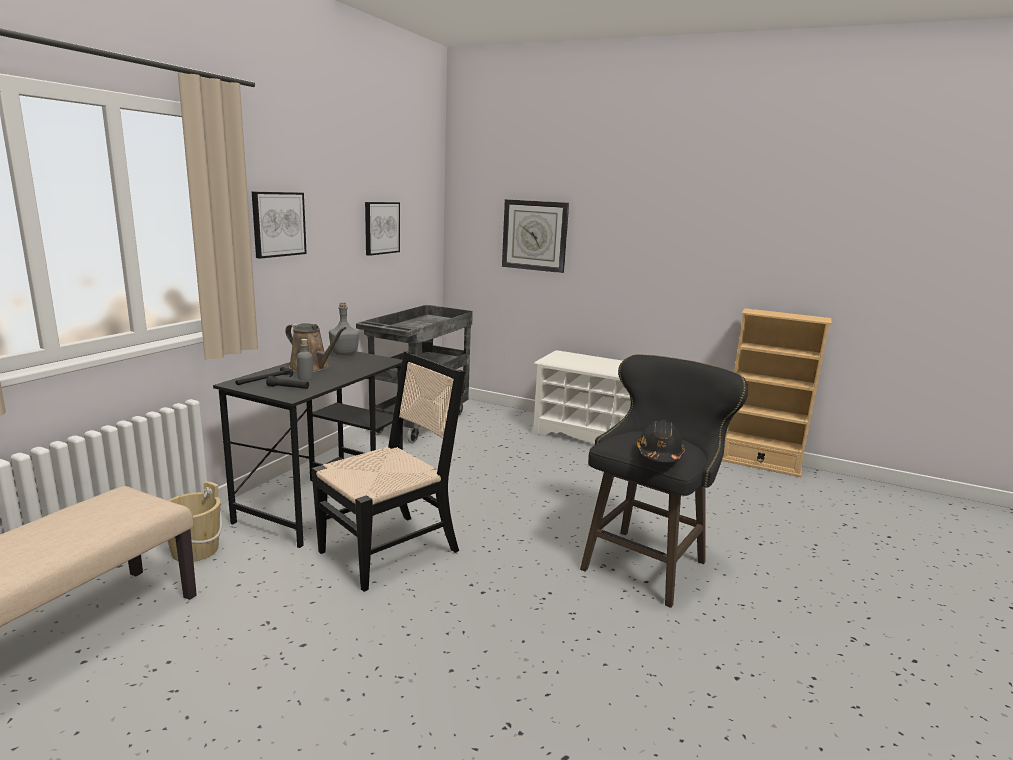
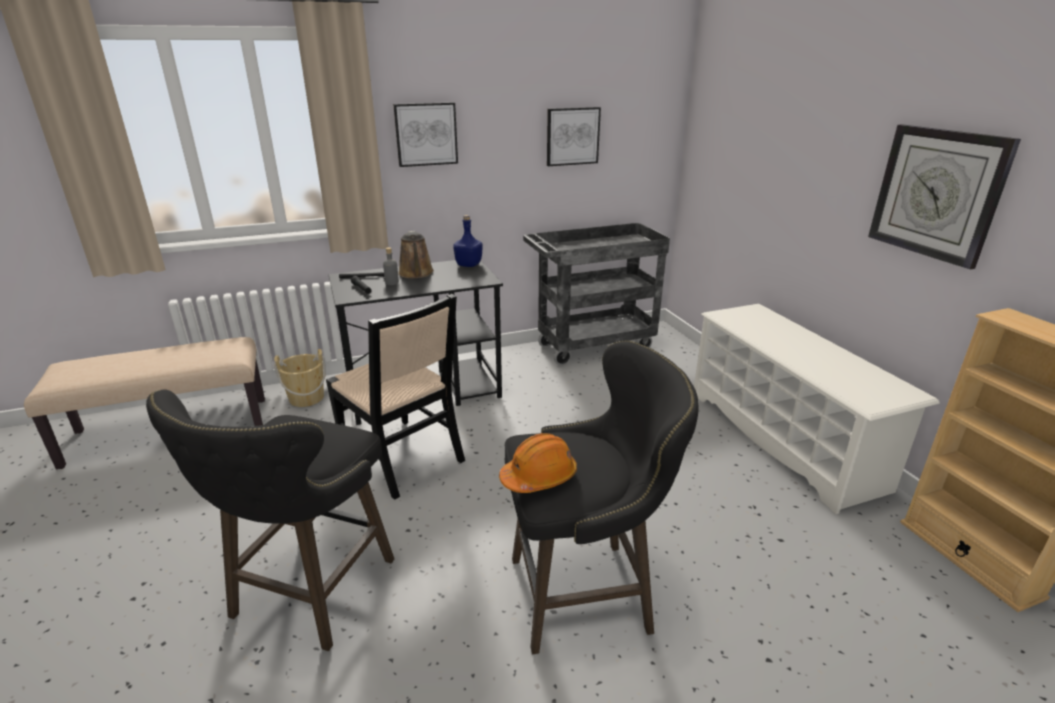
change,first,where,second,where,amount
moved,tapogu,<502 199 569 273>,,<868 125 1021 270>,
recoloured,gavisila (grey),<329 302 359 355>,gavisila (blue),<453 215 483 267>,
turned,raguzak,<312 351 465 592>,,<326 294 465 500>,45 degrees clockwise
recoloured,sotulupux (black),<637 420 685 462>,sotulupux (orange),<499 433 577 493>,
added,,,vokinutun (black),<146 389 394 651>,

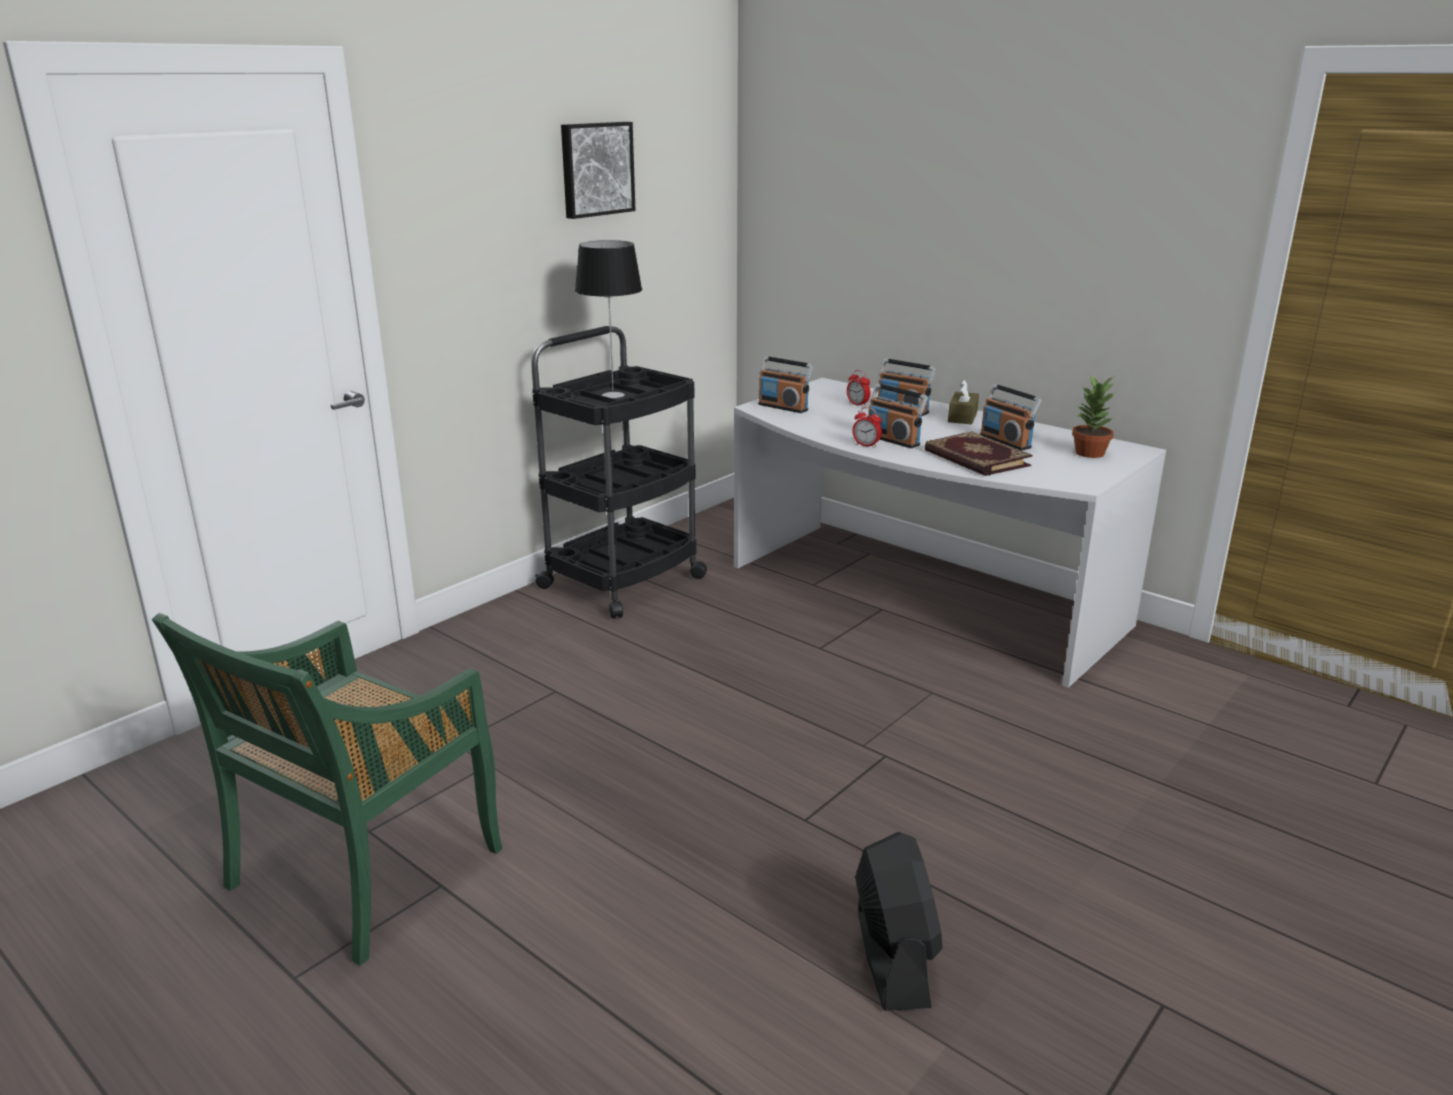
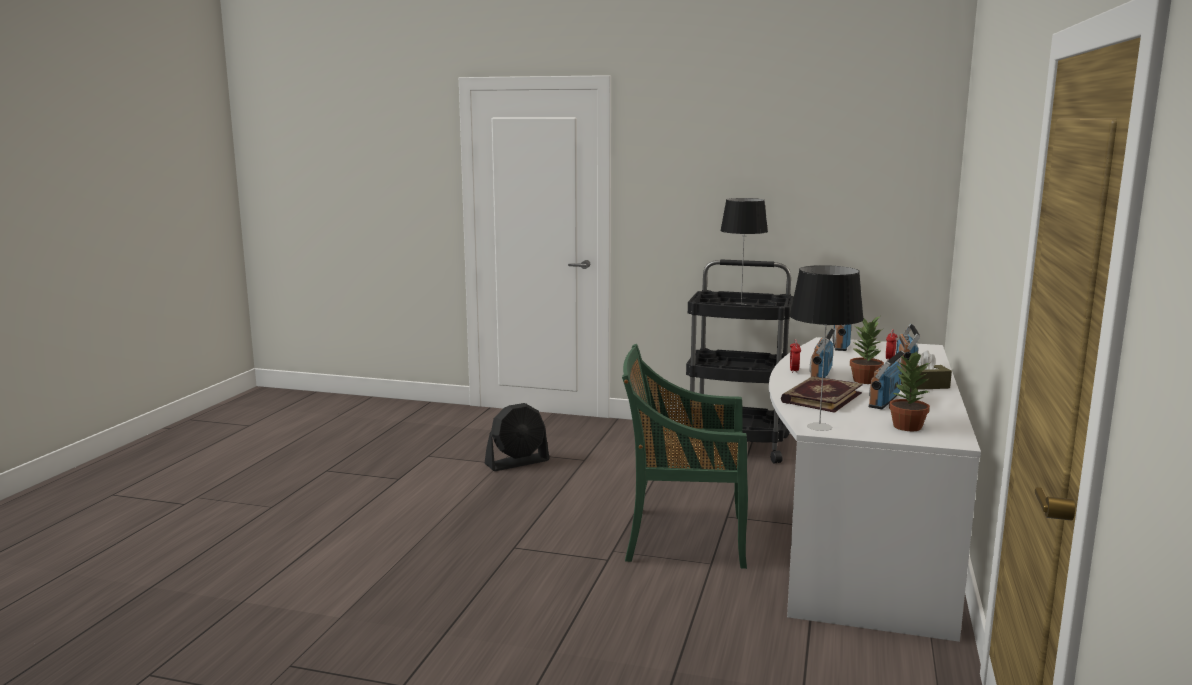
change,first,where,second,where,amount
removed,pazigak,<561 122 636 219>,,,
moved,raguzak (green),<152 613 503 966>,,<622 344 748 569>,
moved,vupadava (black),<855 832 943 1011>,,<484 403 550 471>,
added,,,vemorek,<790 265 864 431>,
added,,,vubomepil,<850 317 884 384>,

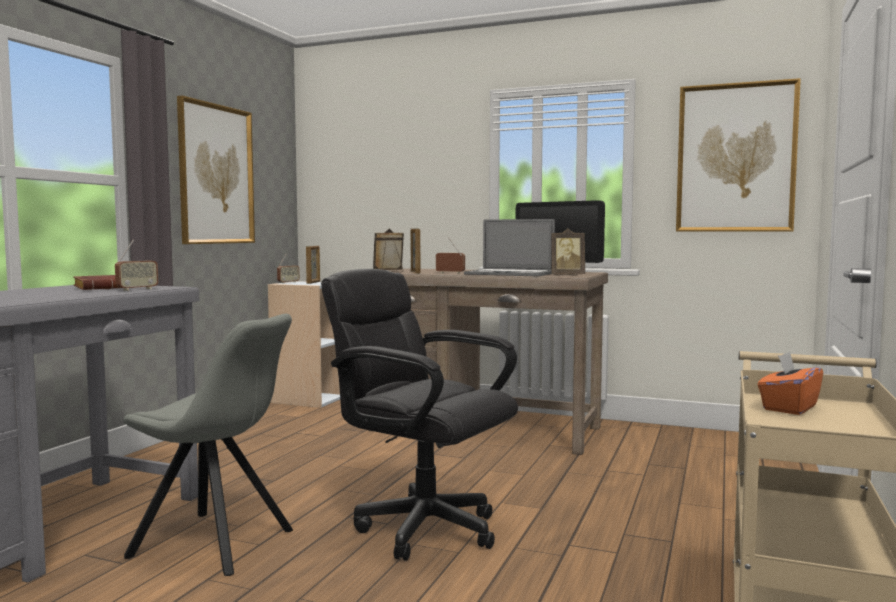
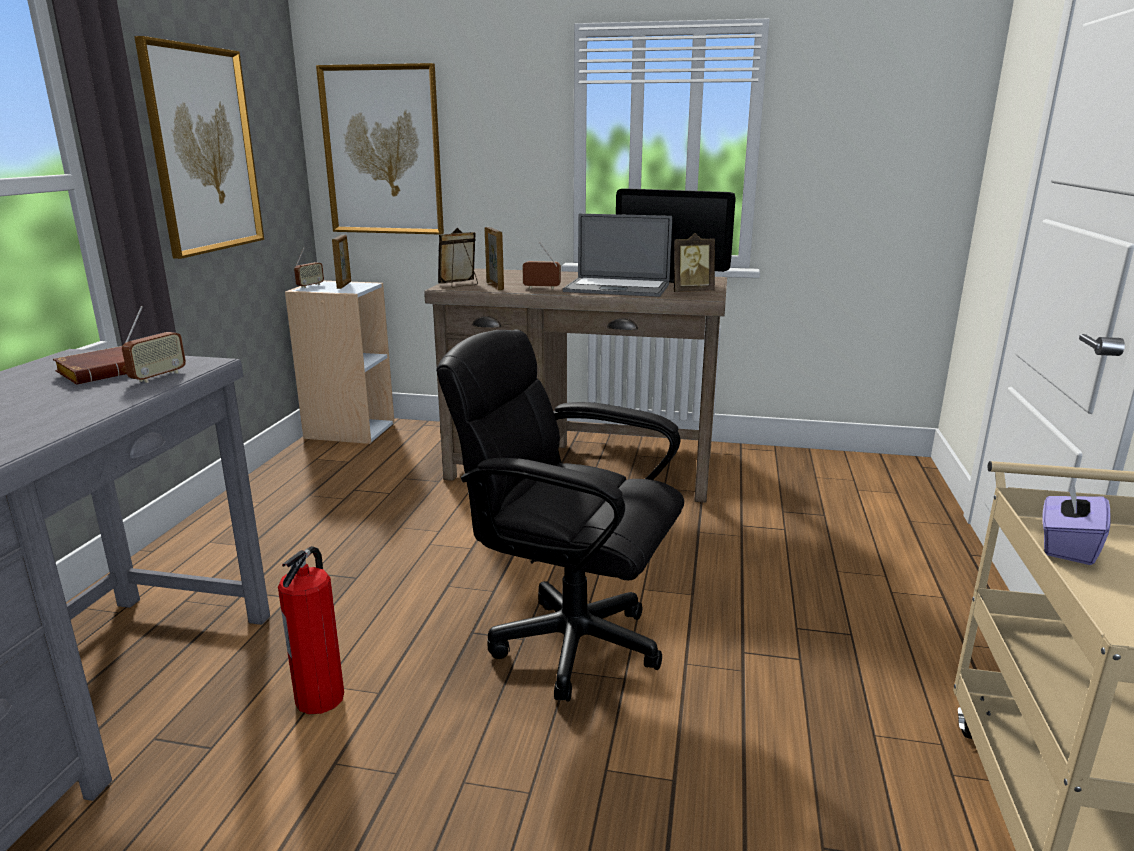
change,first,where,second,where,amount
moved,pazigak,<676 78 801 232>,,<316 63 444 235>,
replaced,raguzak (grey),<123 314 293 576>,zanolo,<278 546 344 714>,
recoloured,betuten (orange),<758 352 823 415>,betuten (purple),<1042 480 1111 565>,

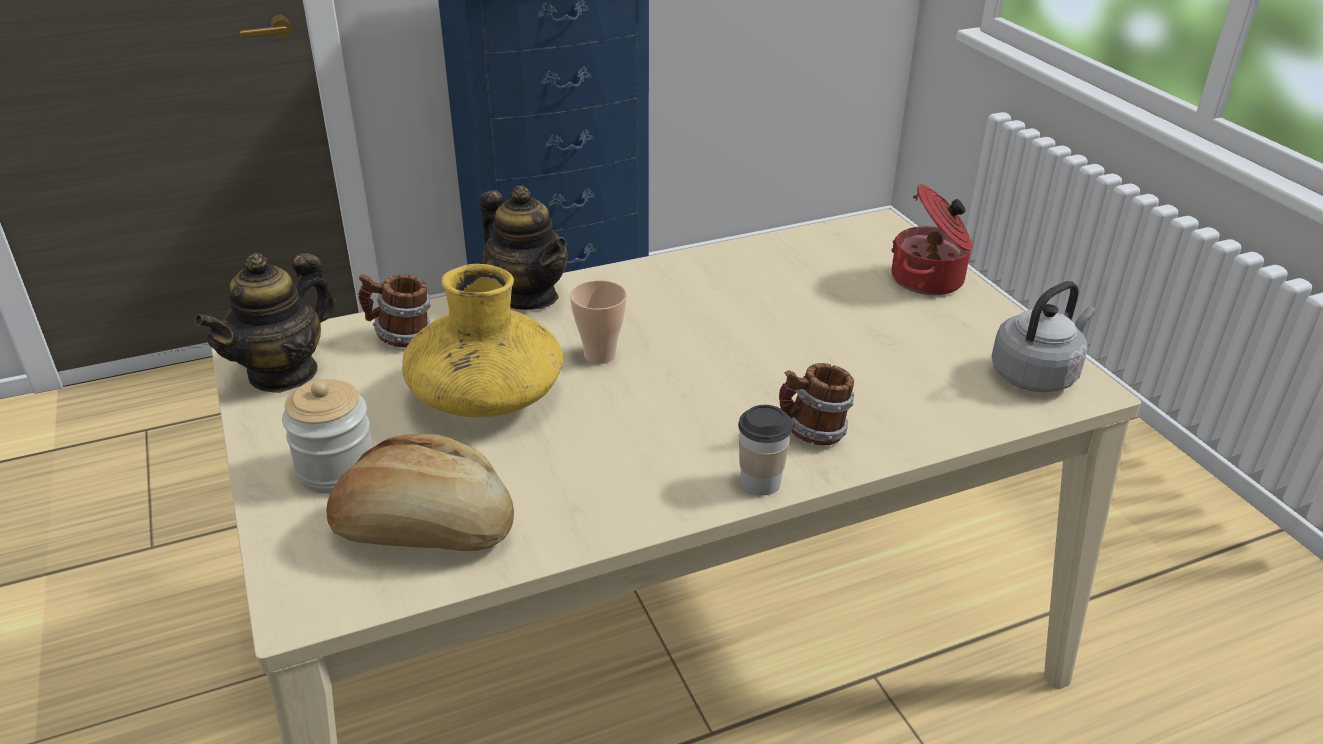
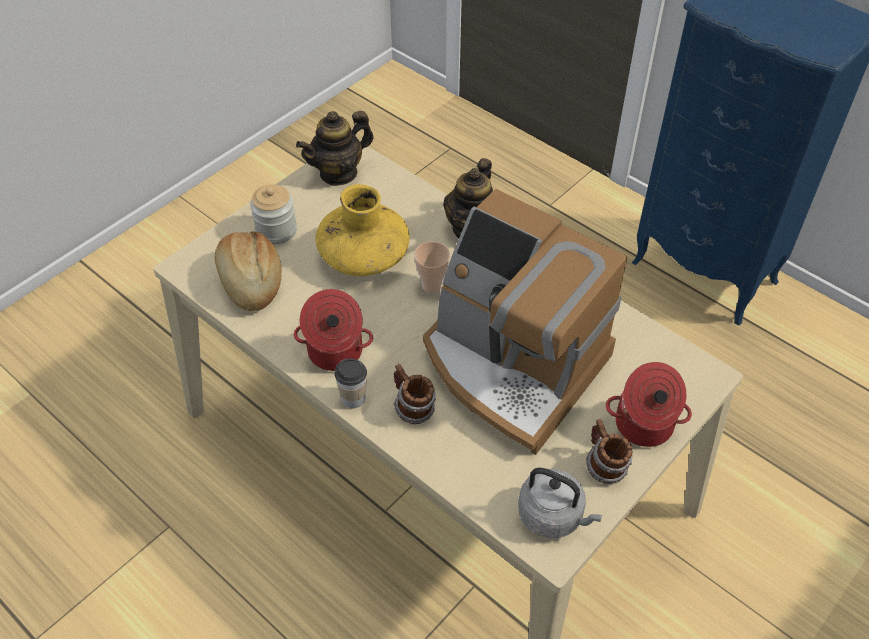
change,first,where,second,where,amount
turned,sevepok,<194 253 336 393>,,<296 111 374 186>,45 degrees counterclockwise
moved,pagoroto,<358 274 431 347>,,<586 419 633 484>,
added,,,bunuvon,<423 189 627 455>,
added,,,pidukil,<294 289 373 371>,

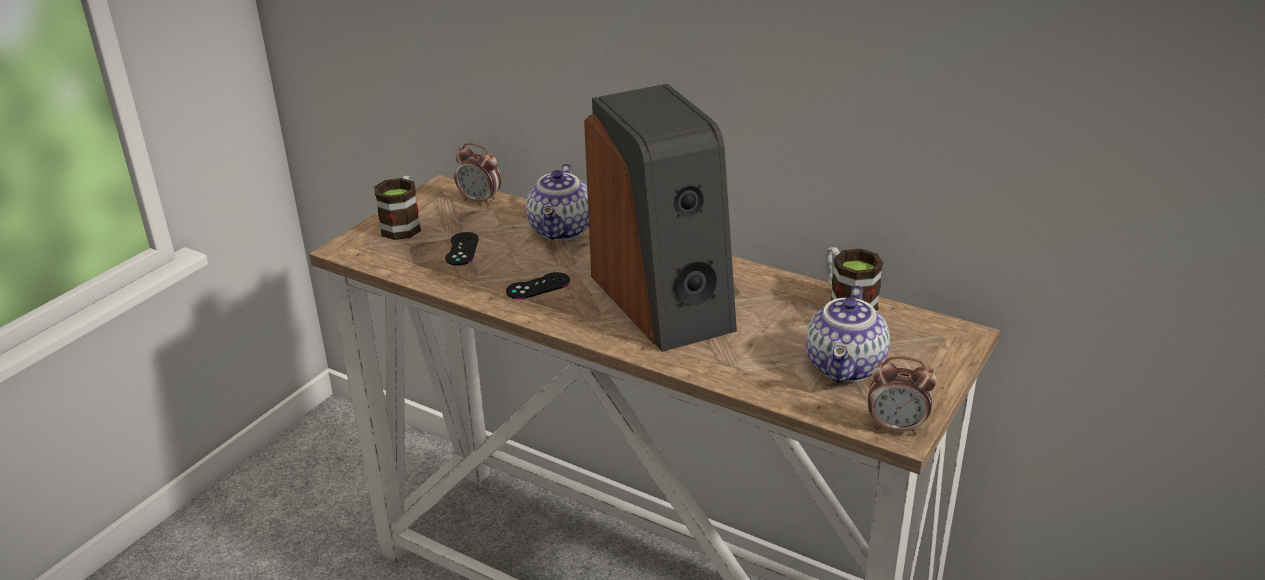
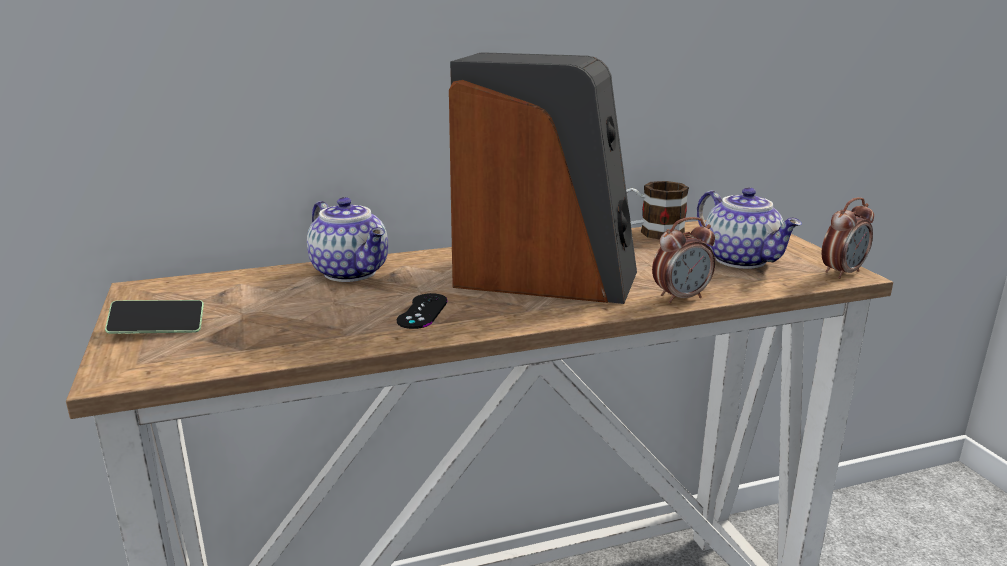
change,first,where,second,where,amount
moved,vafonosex,<454 143 501 206>,,<652 217 715 304>,
replaced,pagoroto,<374 175 421 240>,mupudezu,<105 300 204 334>,
removed,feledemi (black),<445 232 478 266>,,,

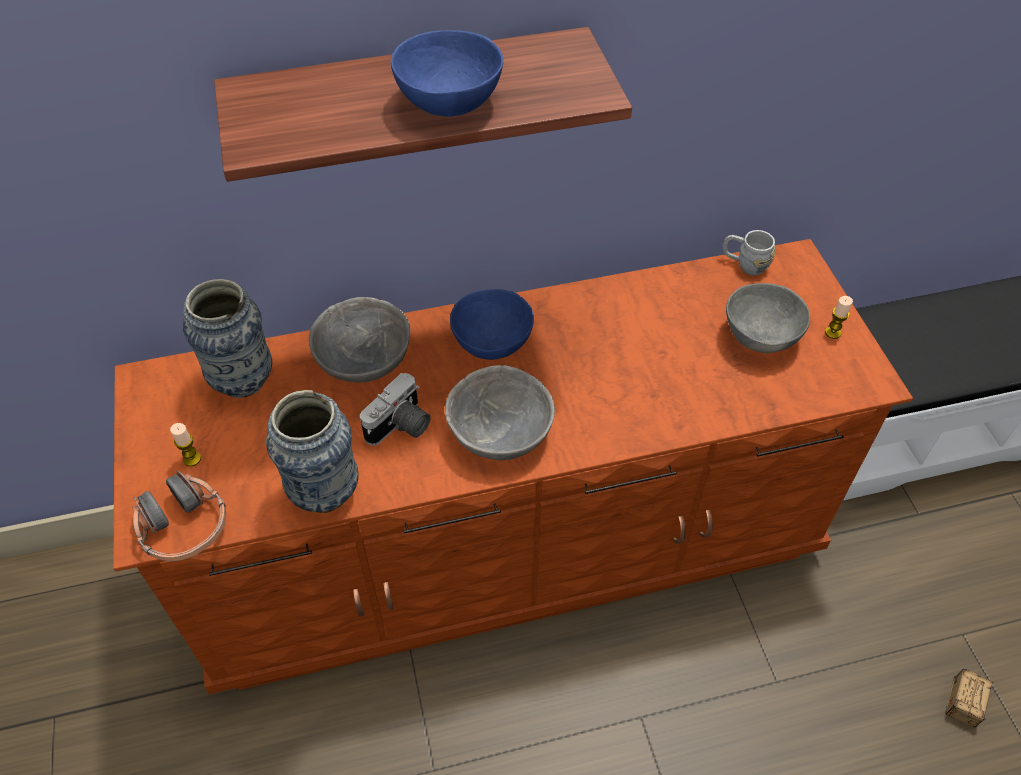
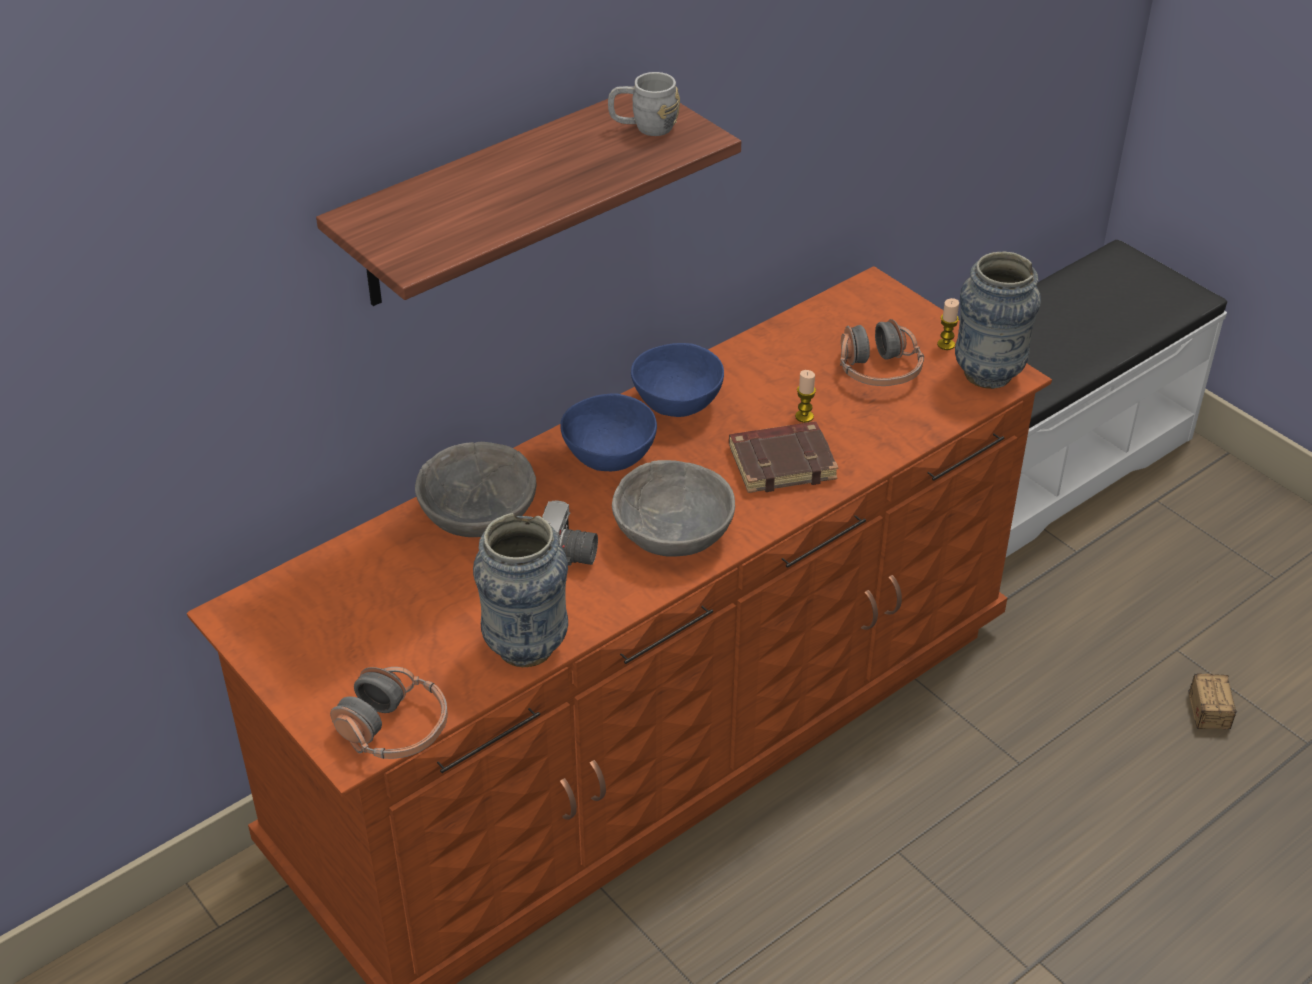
change,first,where,second,where,amount
moved,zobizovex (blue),<391 30 503 117>,,<631 343 724 417>,
moved,pagoroto (grey),<723 230 775 275>,,<608 72 680 136>,
moved,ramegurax,<183 279 272 398>,,<955 251 1041 389>,
replaced,zobizovex (grey),<726 283 810 353>,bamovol,<840 319 924 386>,
moved,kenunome,<170 423 201 466>,,<795 370 816 423>,
added,,,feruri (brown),<729 421 839 493>,

